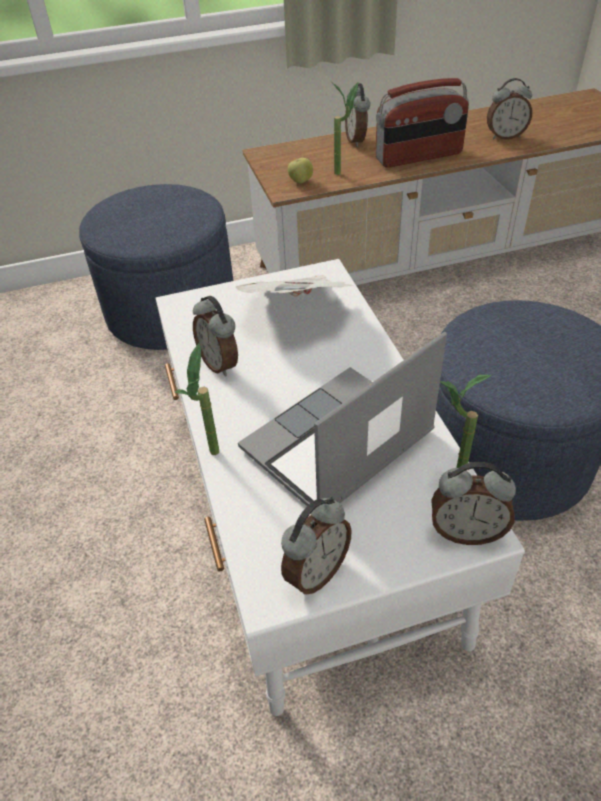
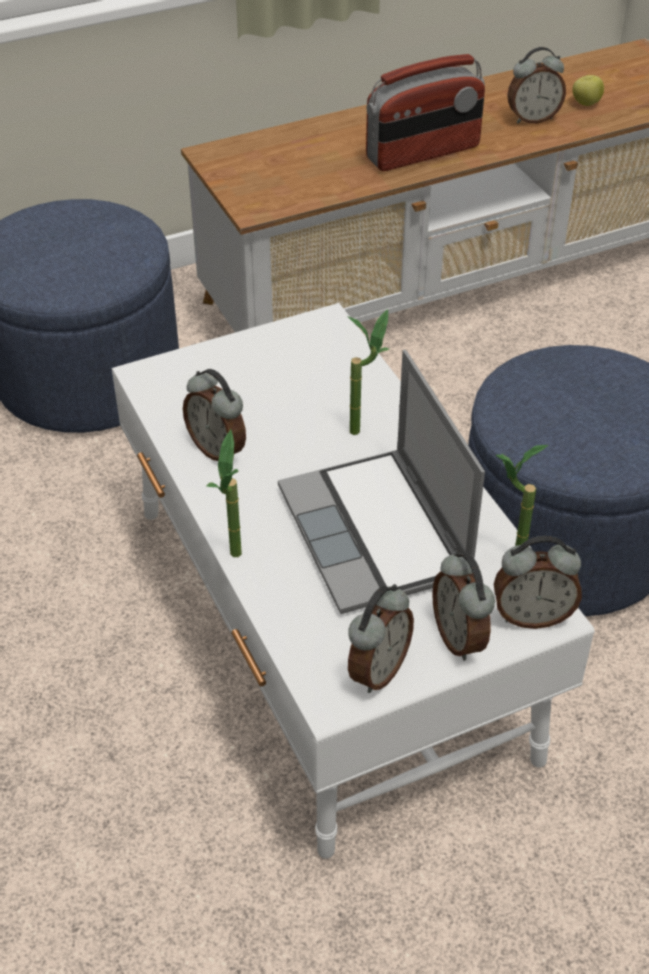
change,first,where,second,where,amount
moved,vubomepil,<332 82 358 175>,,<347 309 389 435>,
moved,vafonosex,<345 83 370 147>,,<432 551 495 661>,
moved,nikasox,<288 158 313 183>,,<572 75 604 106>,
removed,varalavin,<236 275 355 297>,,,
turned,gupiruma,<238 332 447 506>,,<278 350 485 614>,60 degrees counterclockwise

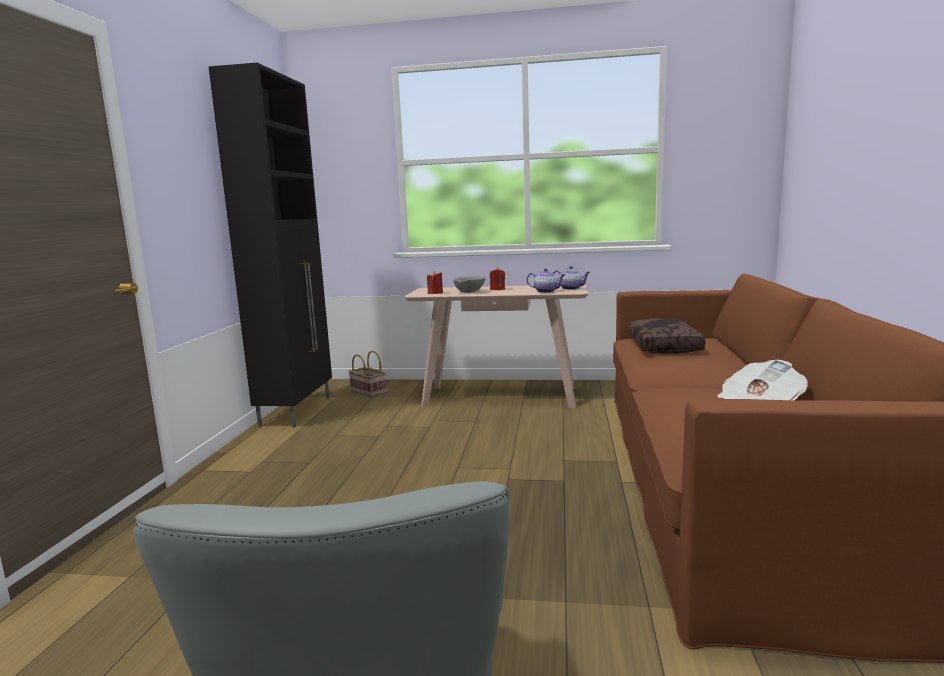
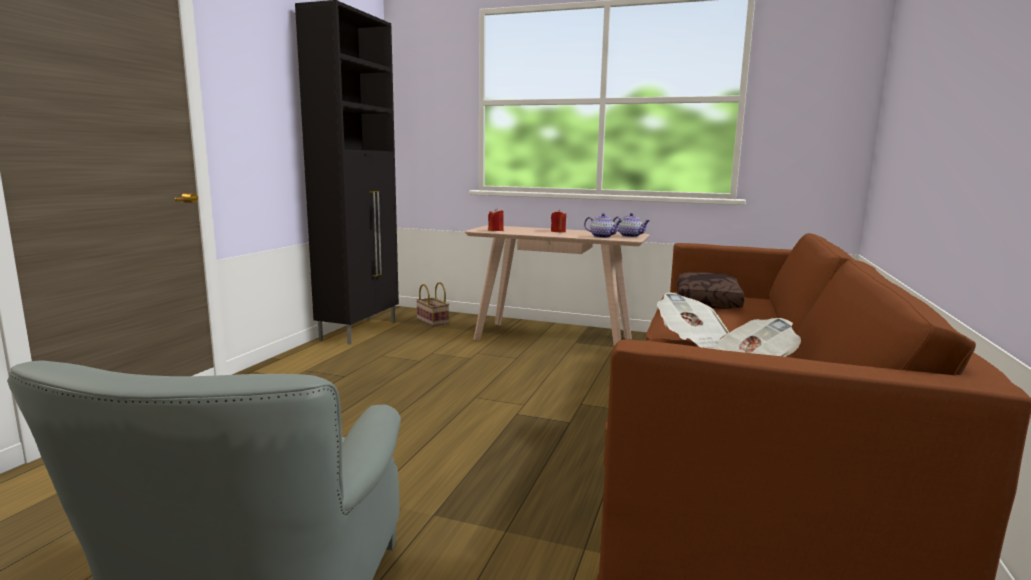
change,first,where,second,where,amount
removed,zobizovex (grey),<453 276 486 293>,,,
added,,,varalavin,<657 292 729 349>,

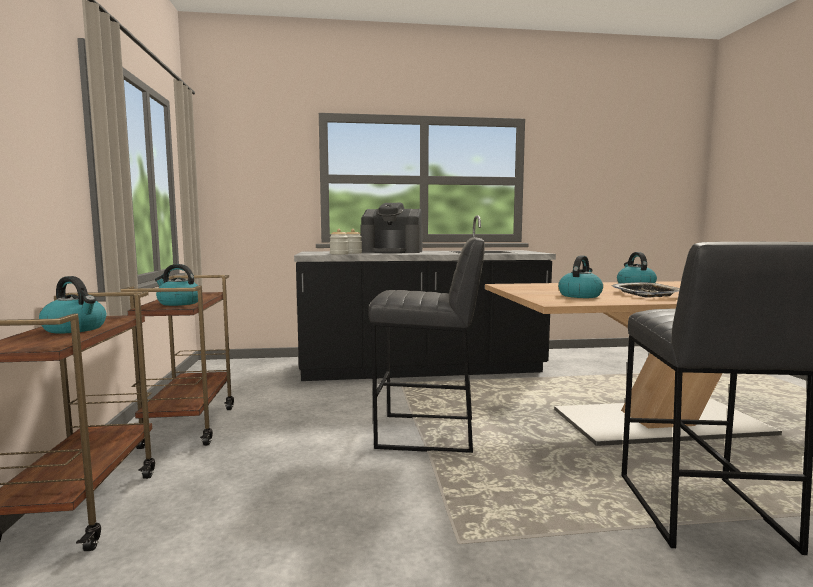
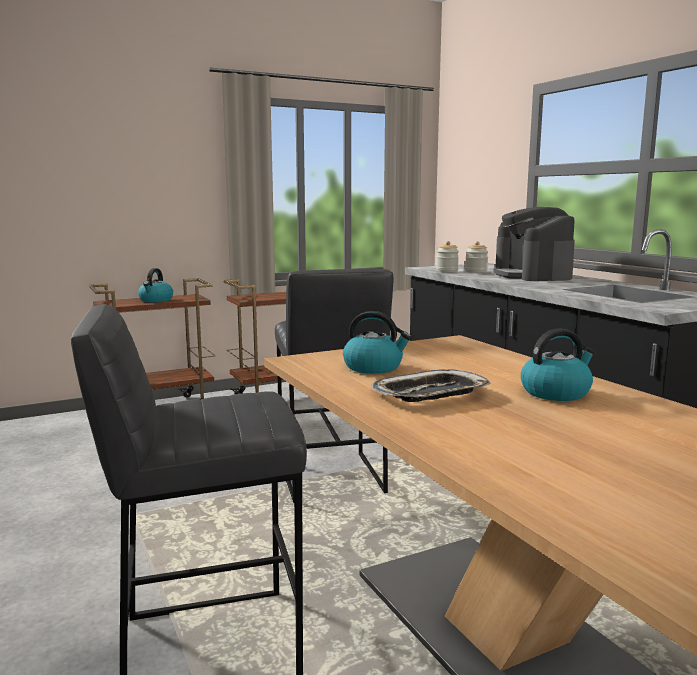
change,first,where,second,where,amount
removed,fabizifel,<155 264 198 306>,,,

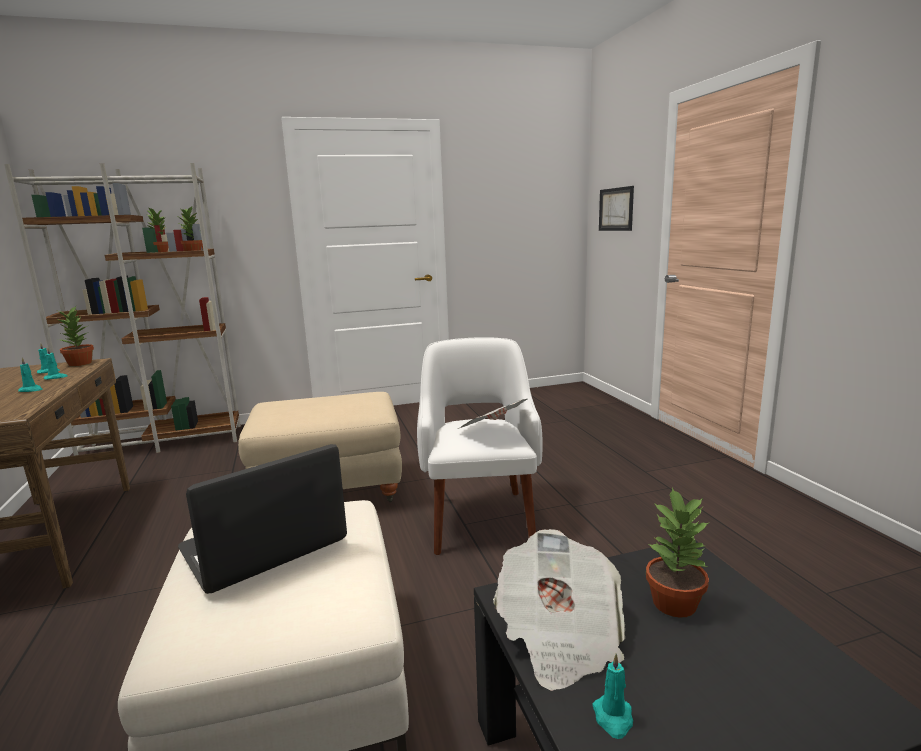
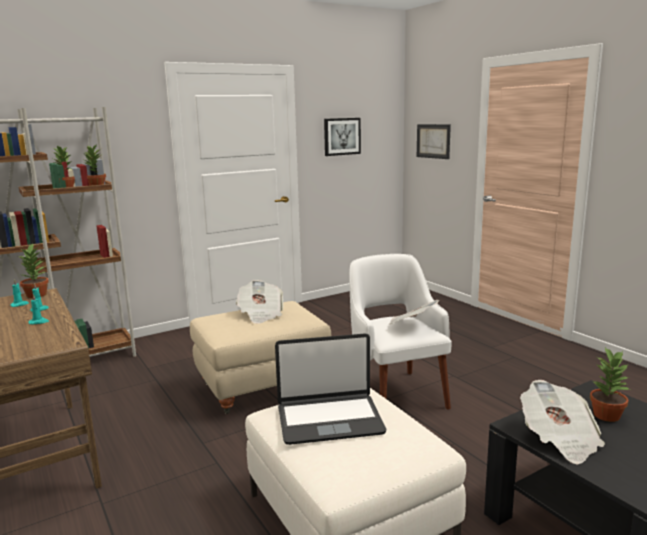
change,first,where,second,where,amount
turned,gupiruma,<178 444 347 594>,,<275 334 386 445>,135 degrees counterclockwise
removed,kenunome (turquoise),<592 654 633 739>,,,
added,,,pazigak,<324 118 361 156>,
added,,,varalavin,<236 280 283 324>,

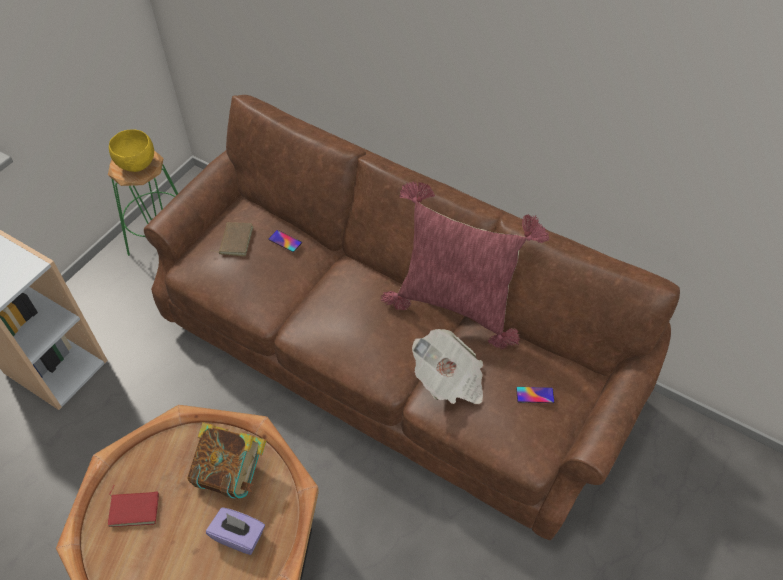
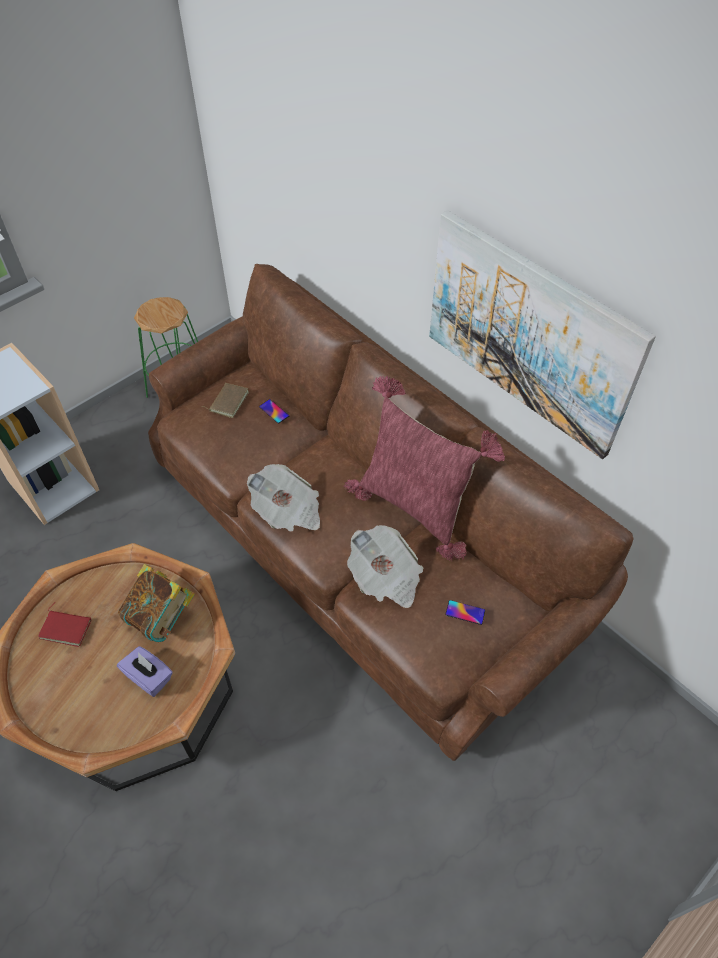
change,first,where,second,where,amount
removed,zobizovex (yellow),<109 129 154 172>,,,
added,,,pazigak,<429 210 656 459>,
added,,,varalavin,<247 464 320 532>,

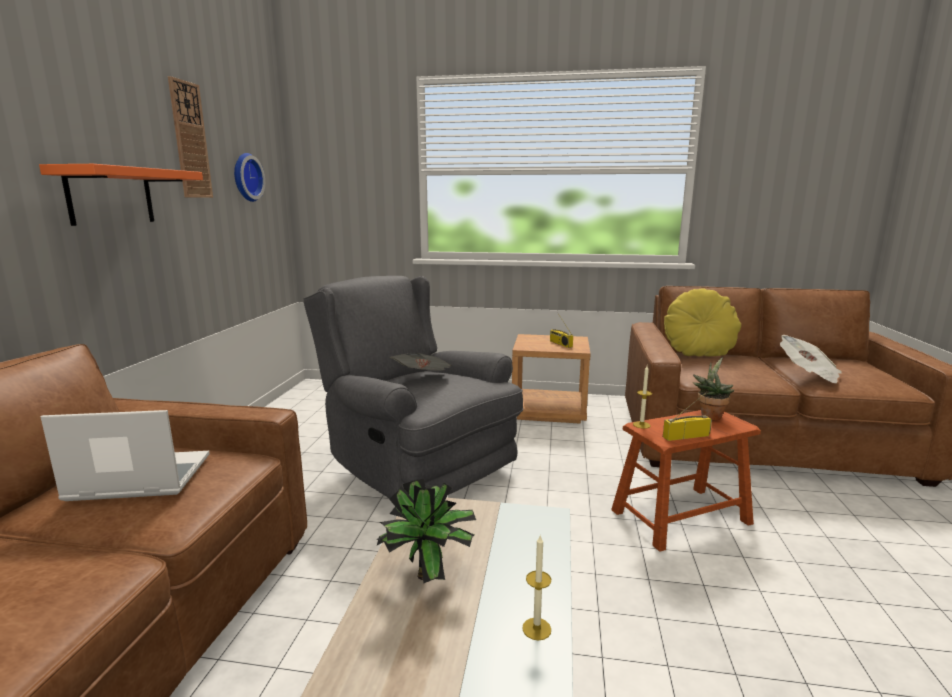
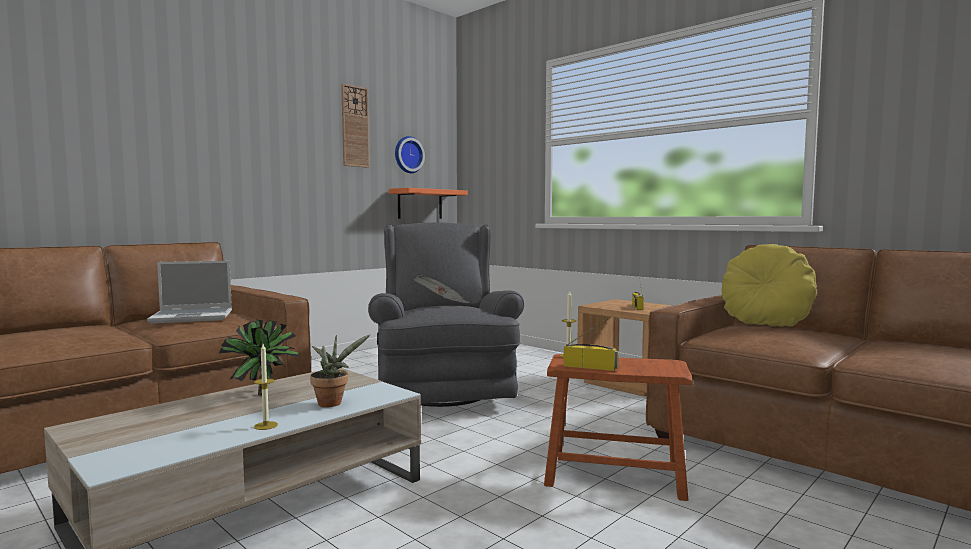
change,first,where,second,where,amount
moved,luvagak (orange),<39 164 203 226>,,<389 188 468 219>,
removed,varalavin,<780 335 842 384>,,,
moved,vubomepil,<692 357 734 421>,,<310 334 370 407>,
turned,gupiruma,<41 410 210 501>,,<147 261 232 323>,135 degrees clockwise

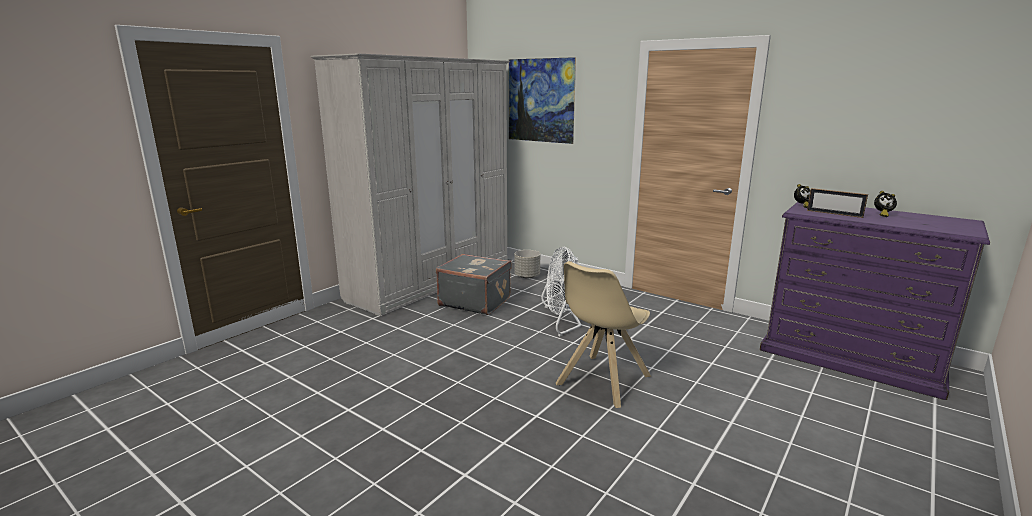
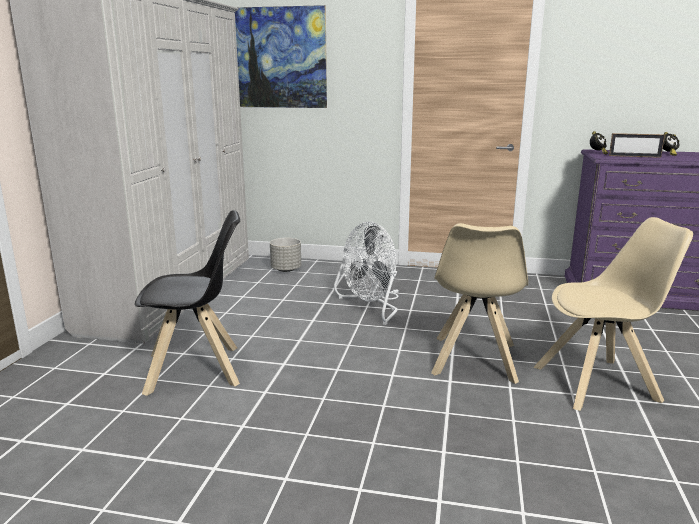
change,first,where,second,where,amount
removed,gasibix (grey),<436 254 512 315>,,,
added,,,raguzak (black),<135 210 240 396>,
added,,,raguzak (beige),<533 217 693 411>,

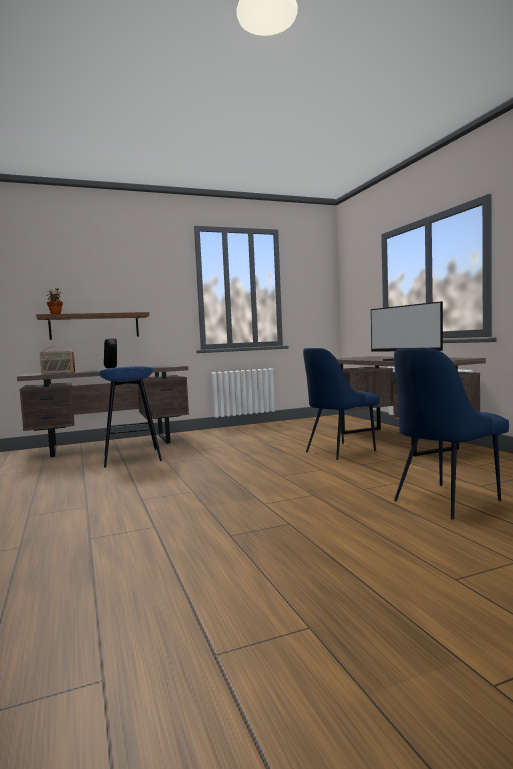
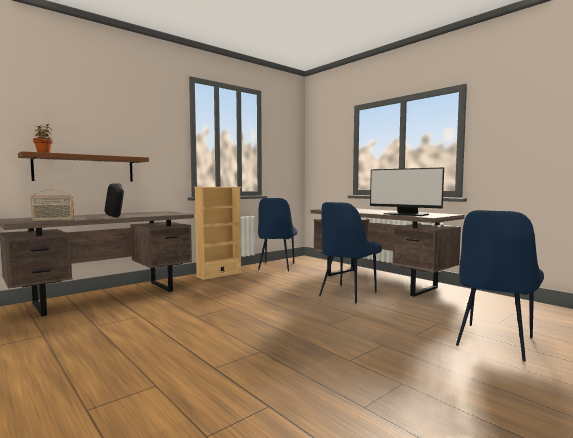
change,first,where,second,where,amount
removed,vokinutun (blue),<98 366 162 468>,,,
added,,,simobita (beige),<194 187 242 280>,
added,,,raguzak (blue),<258 198 298 272>,

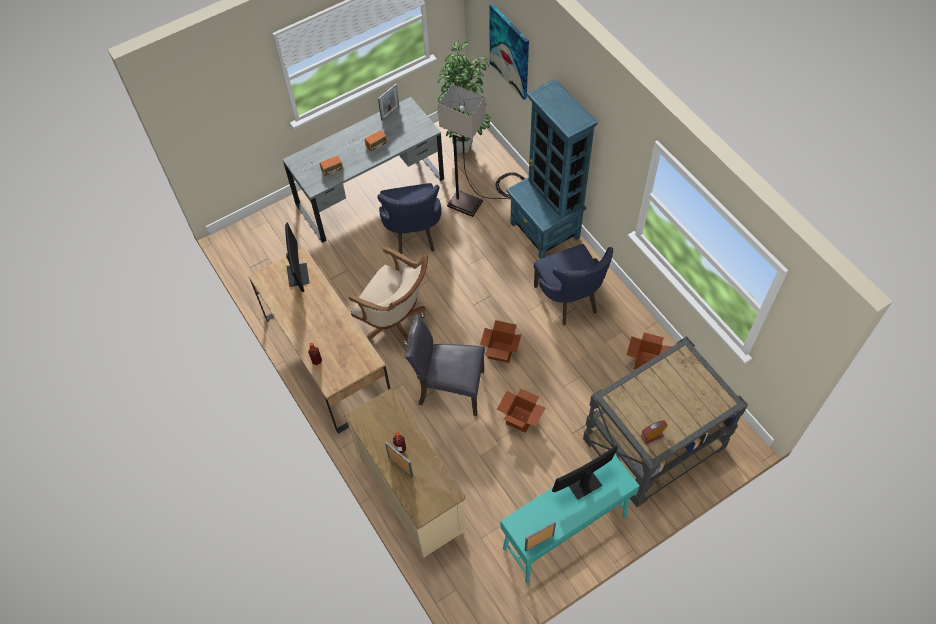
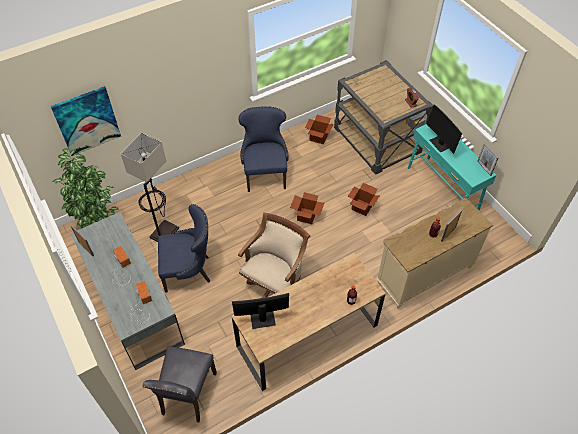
change,first,where,second,where,amount
removed,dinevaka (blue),<506 79 598 259>,,,
turned,raguzak (blue),<534 244 613 325>,,<238 106 288 192>,75 degrees counterclockwise
moved,raguzak (grey),<404 315 485 416>,,<143 346 217 422>,

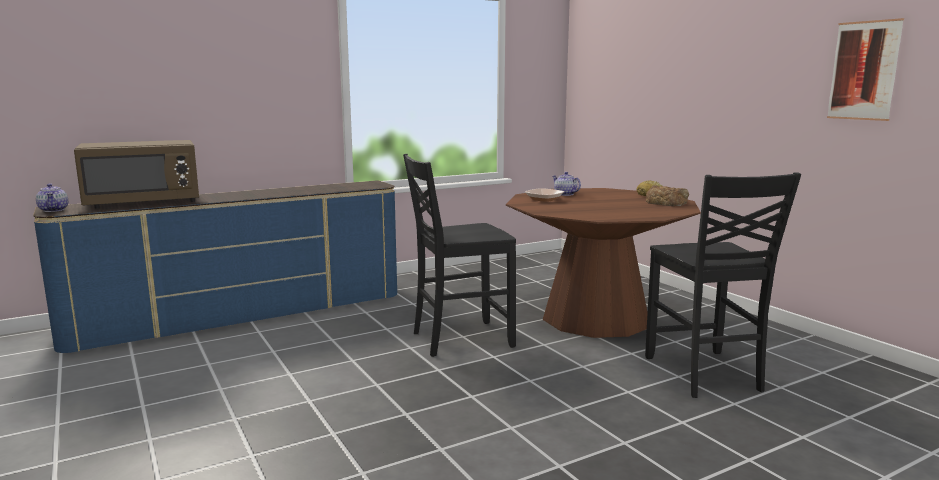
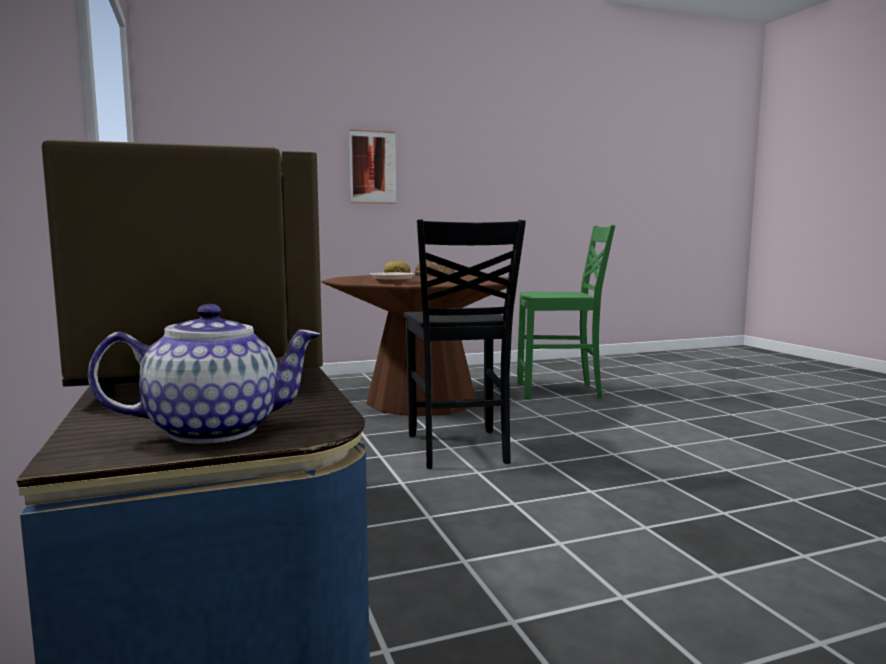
change,first,where,second,where,amount
moved,pazigak,<827 18 904 121>,,<349 129 396 204>,
removed,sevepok,<552 172 581 196>,,,
recoloured,raguzak (black),<645 172 801 398>,raguzak (green),<517 225 615 399>,

